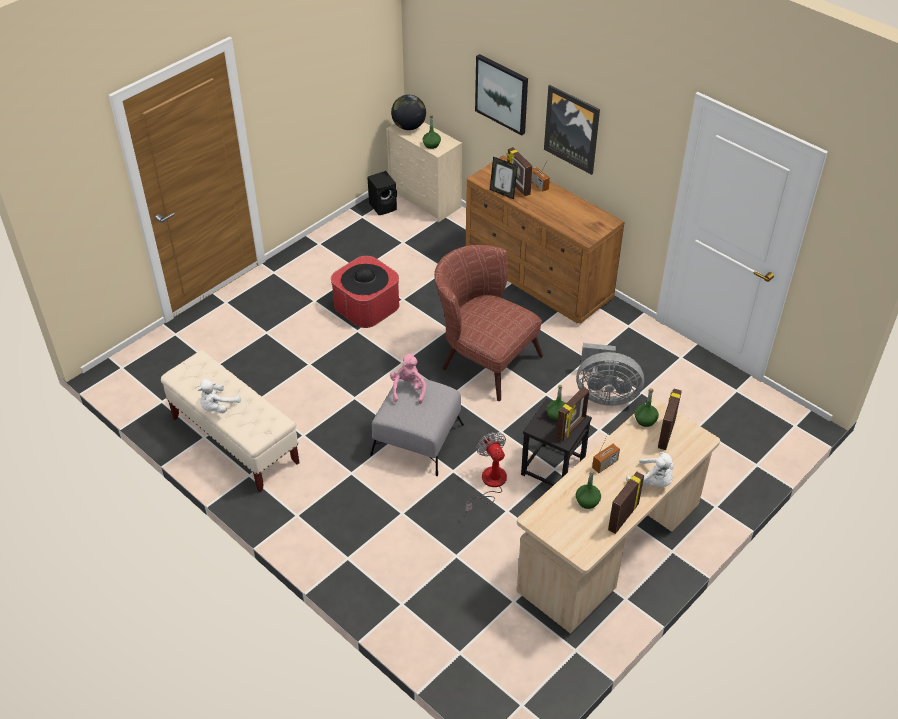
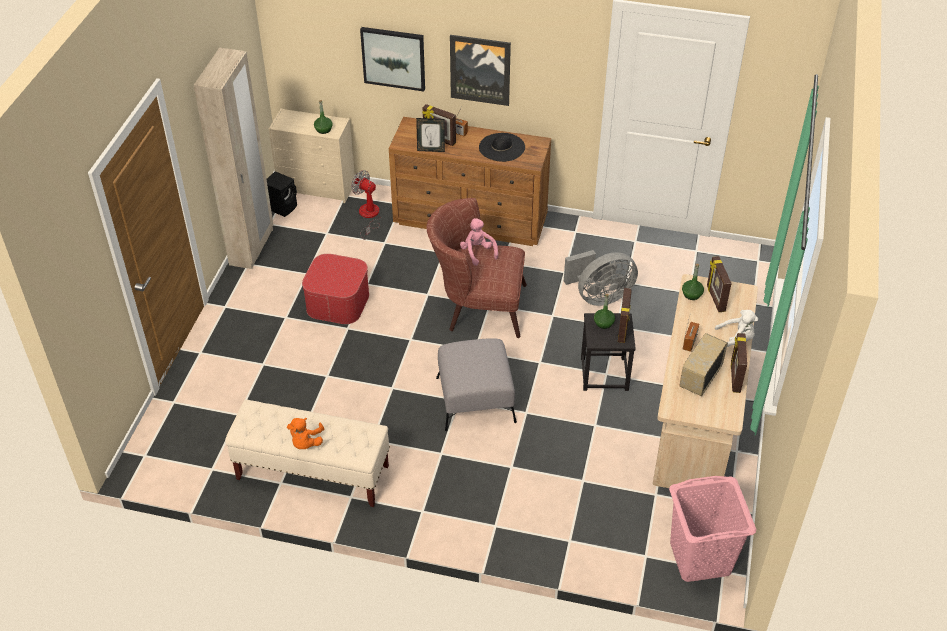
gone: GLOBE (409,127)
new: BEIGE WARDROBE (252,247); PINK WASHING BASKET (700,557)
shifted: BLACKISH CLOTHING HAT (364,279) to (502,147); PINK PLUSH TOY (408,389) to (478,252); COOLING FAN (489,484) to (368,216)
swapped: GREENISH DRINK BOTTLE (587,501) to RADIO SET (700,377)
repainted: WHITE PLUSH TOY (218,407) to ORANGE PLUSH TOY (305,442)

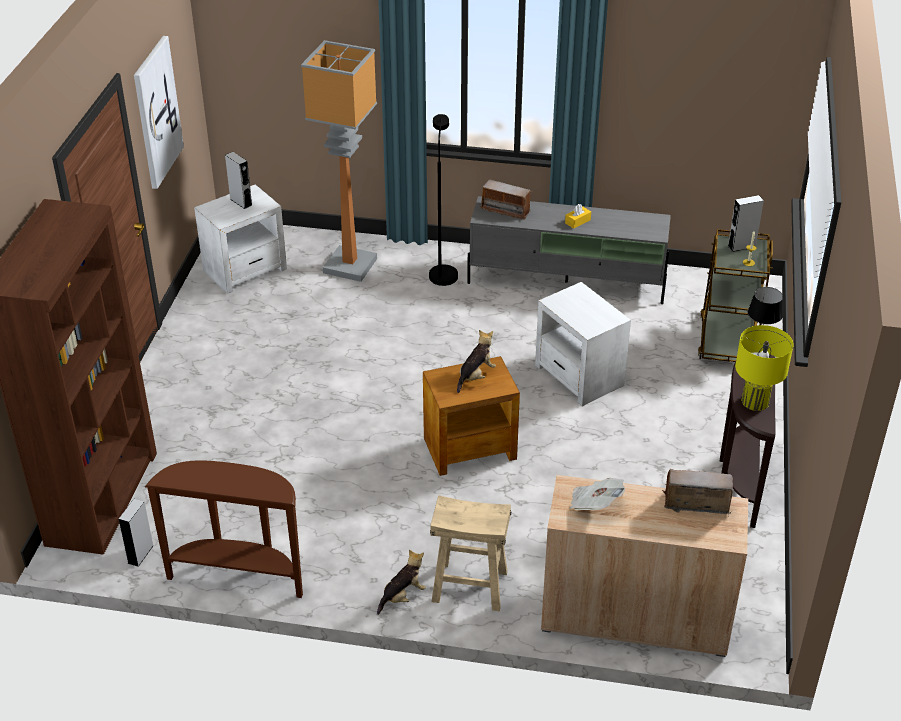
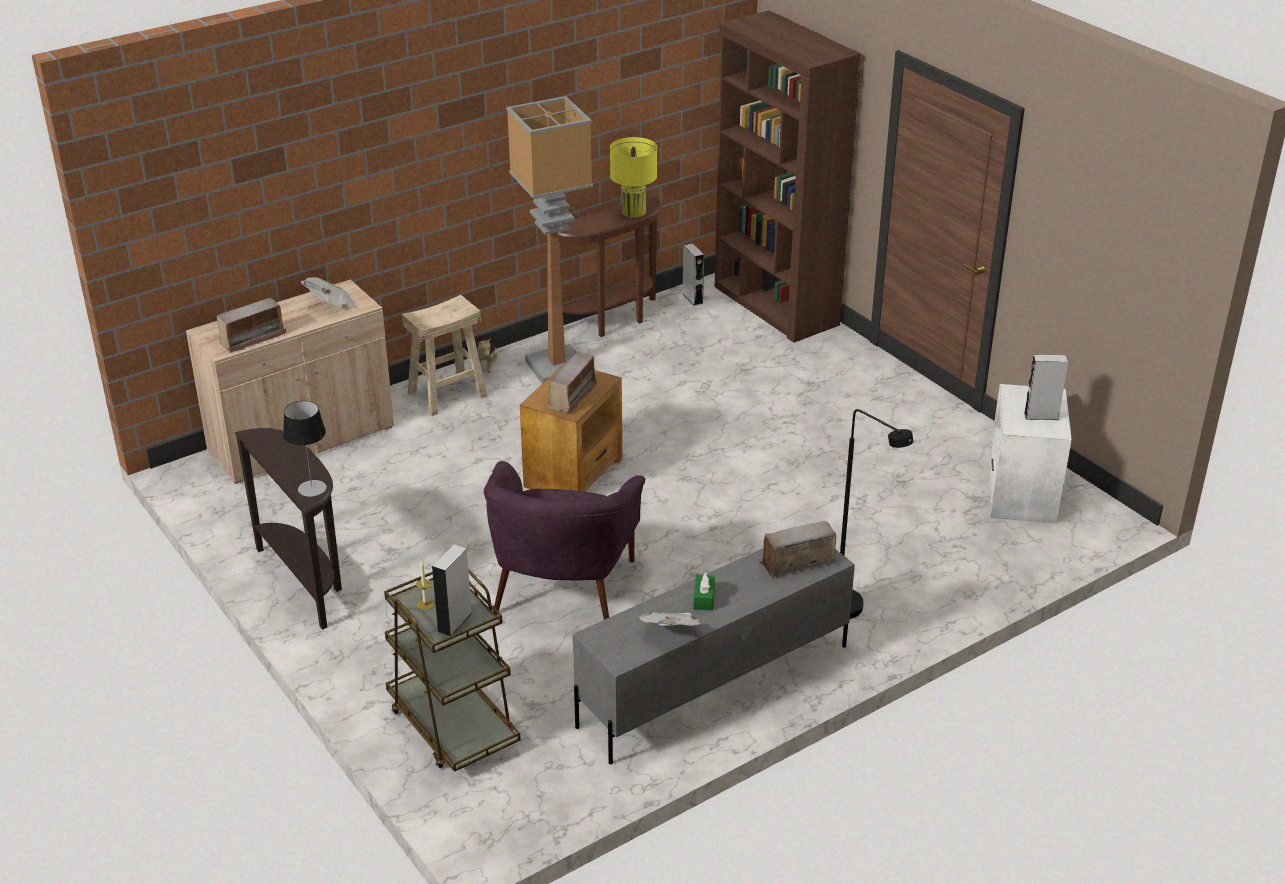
gone: PICTURE (156,112)
new: DAILY PAPER (671,631)
shifted: STANDARD LAMP (349,265) to (558,368); YELLOWISH TABLETOP LAMP (755,401) to (633,211)
swapped: PLUSH TOY (475,376) to RADIO SET (573,396); WHITE SIDE TABLE (579,376) to PURPLE LOUNGE CHAIR (562,587)
repainted: YELLOWISH TISSUE HOLDER (577,221) to GREENISH TISSUE HOLDER (704,598)

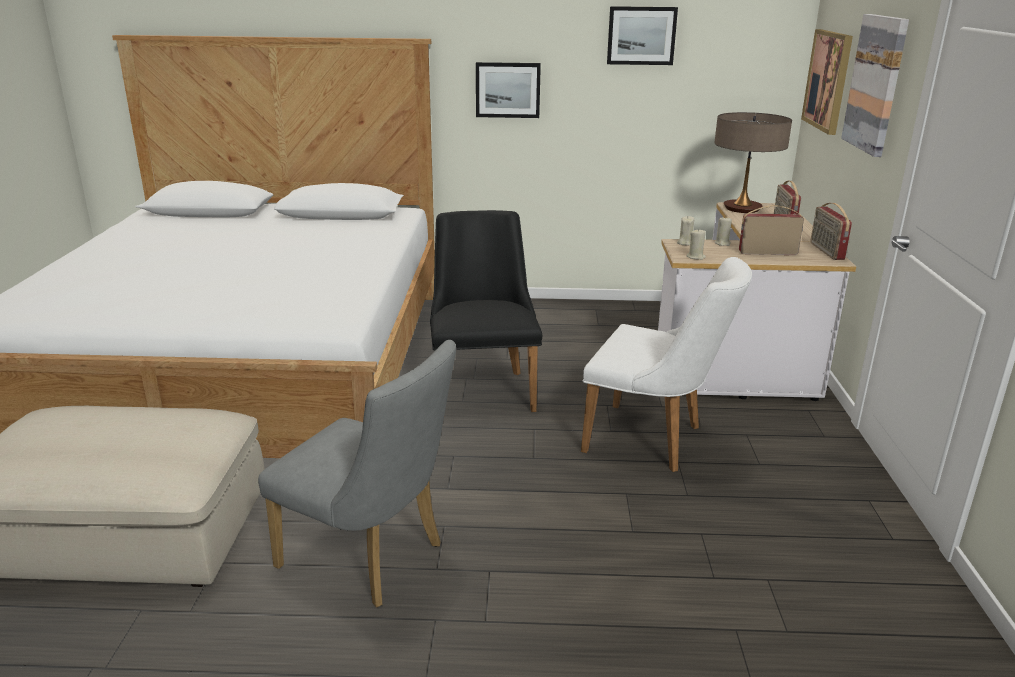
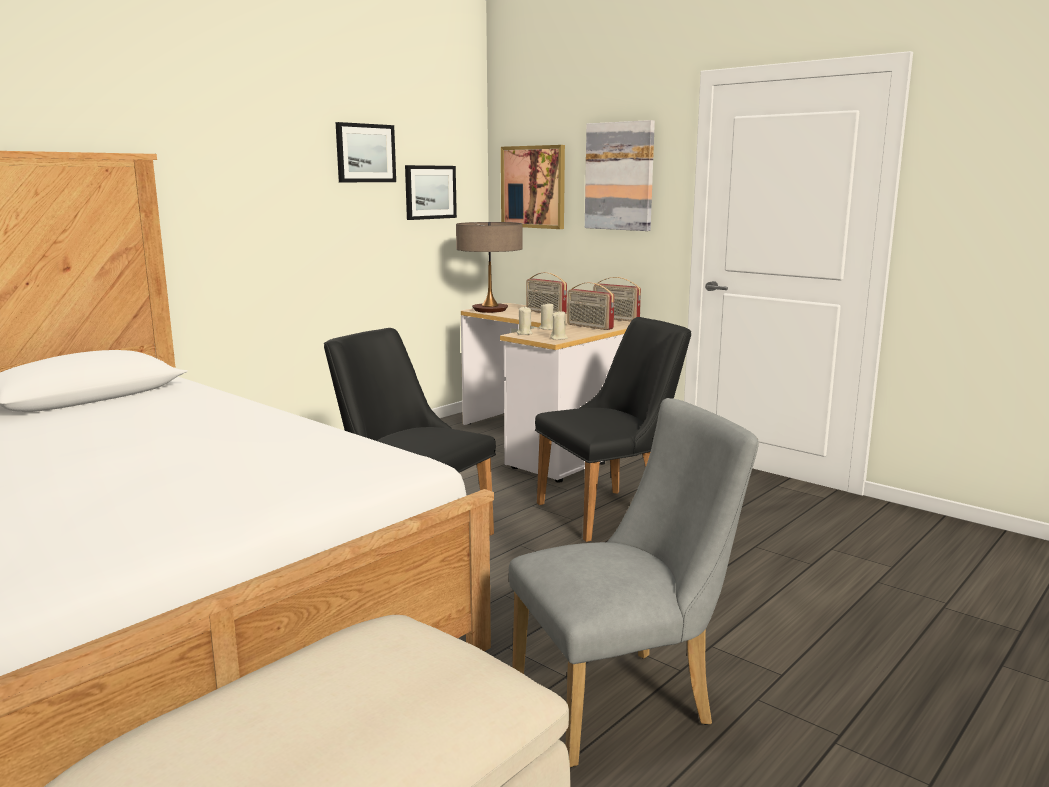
shifted: PICTURE (508,90) to (430,192)
repainted: WHITE UPRIGHT CHAIR (654,440) to BLACKISH UPRIGHT CHAIR (612,511)
rotated: RADIO SET (767,252) = (589,327) 90 degrees counterclockwise

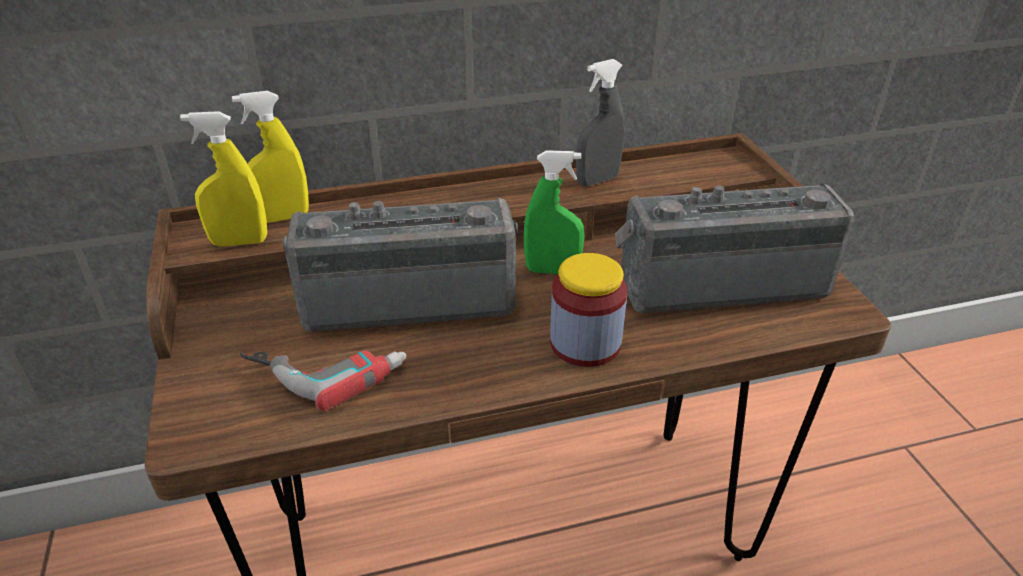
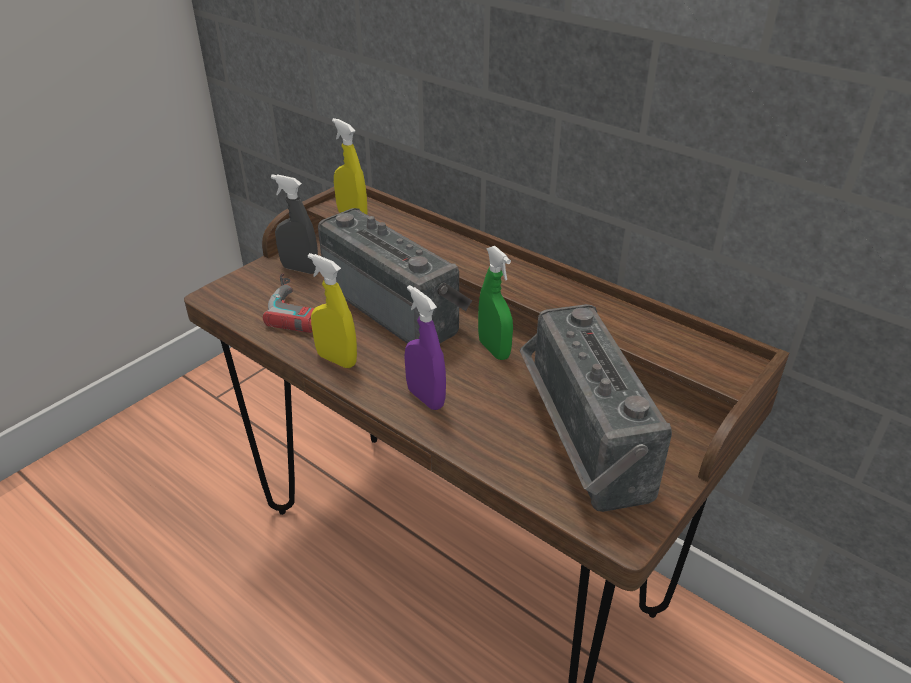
shifted: YELLOWISH SPRAYER (282,217) to (336,360); GREY SPRAYER (597,180) to (300,269)
swapped: PRESERVE JAR (585,343) to PURPLE SPRAYER (425,398)
rotated: RADIO SET (719,282) = (578,439) 150 degrees counterclockwise

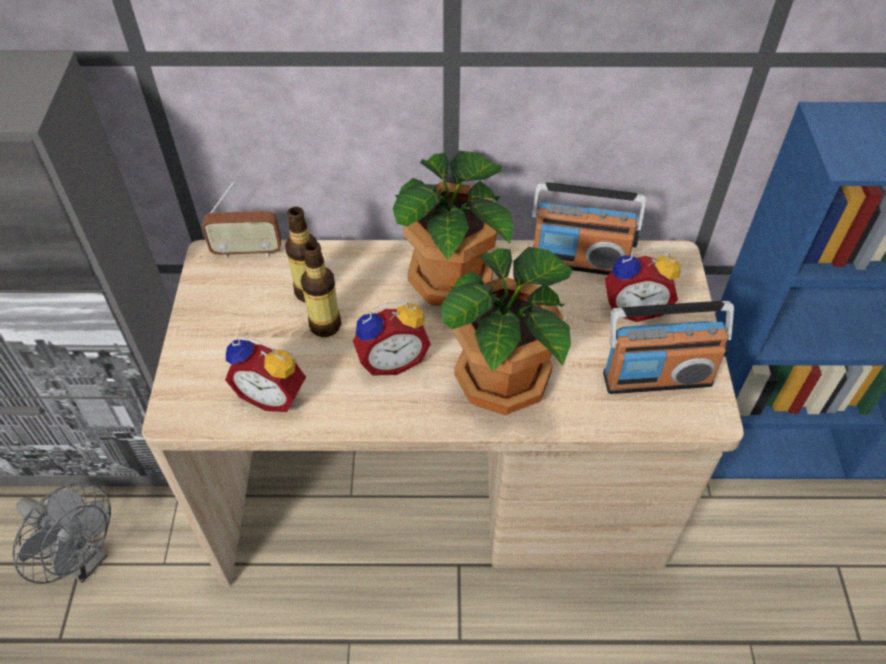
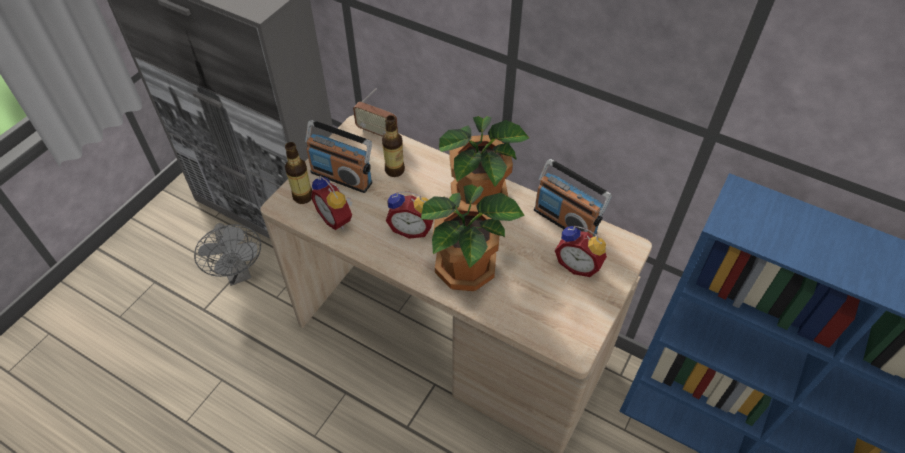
shifted: DRINK BOTTLE (325,325) to (303,196); RADIO SET (656,377) to (342,177)

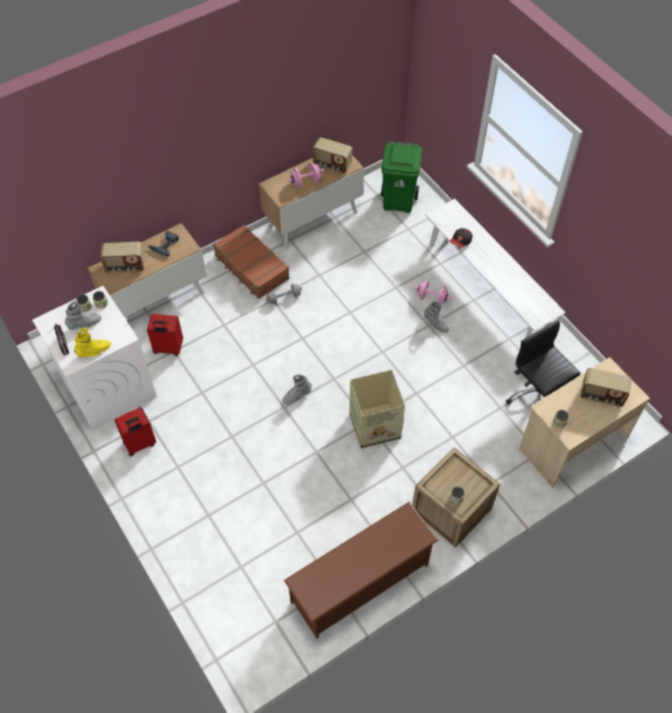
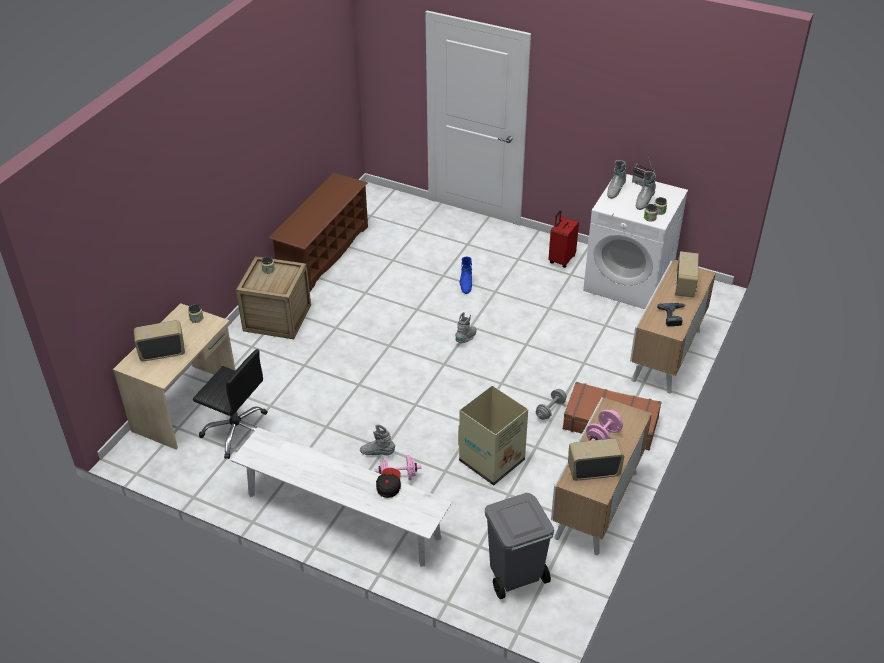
gone: RED-COLOURED PIECE OF LUGGAGE (168,348)
new: BLUISH TALL BOOT (465,284)
shifted: PACKING BOX (373,426) to (492,460)
repainted: YELLOWISH TALL BOOT (94,351) to GREY TALL BOOT (615,190); GREENISH RUBBISH BIN (399,202) to GREY RUBBISH BIN (515,576)
rotated: RADIO SET (125,266) = (685,286) 135 degrees clockwise

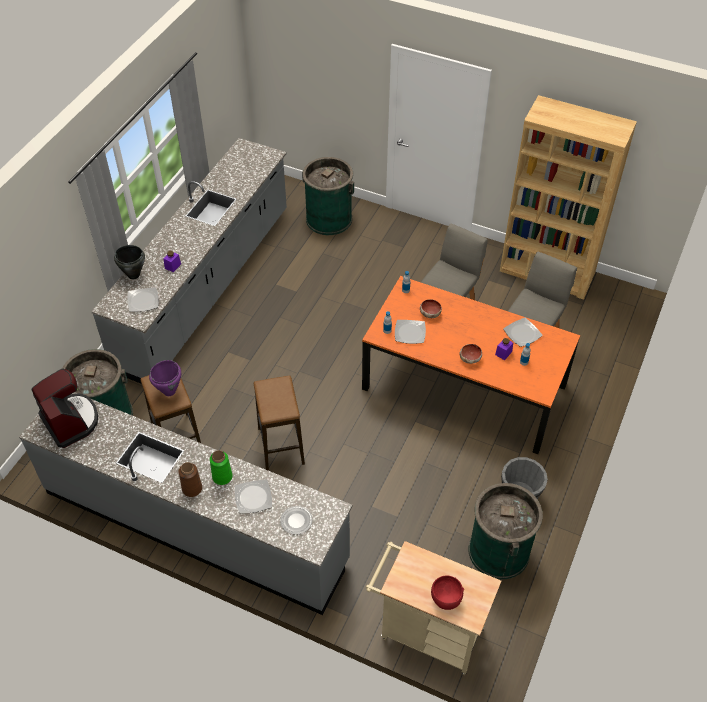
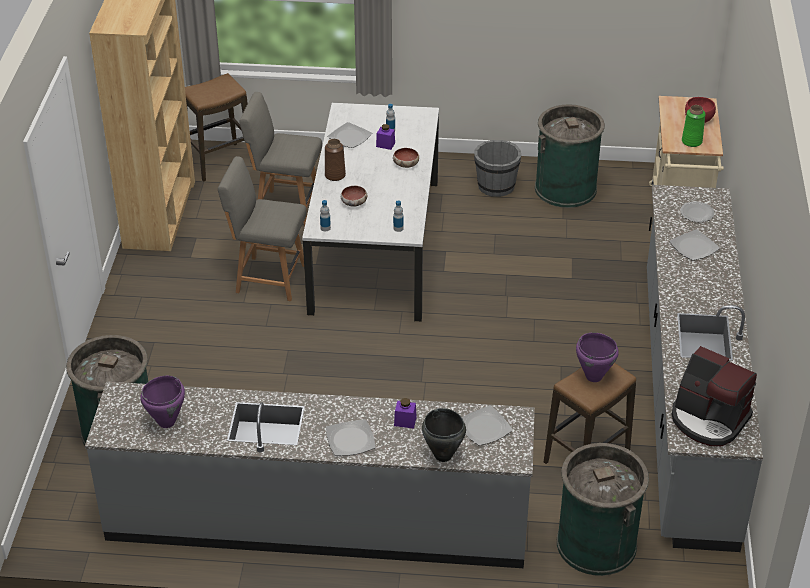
new: PURPLE STOCKPOT (167,422)
shifted: BROWN-COLOURED VASE (192,488) to (335,175); GREENISH VASE (222,477) to (692,141); SITTING STOOL (281,446) to (219,162); PLATE (410,332) to (350,439)
repainted: ORANGE KITCHEN TABLE (465,387) to WHITE KITCHEN TABLE (375,244)
rotated: COFFEE MAKER (71,421) = (708,419) 90 degrees counterclockwise

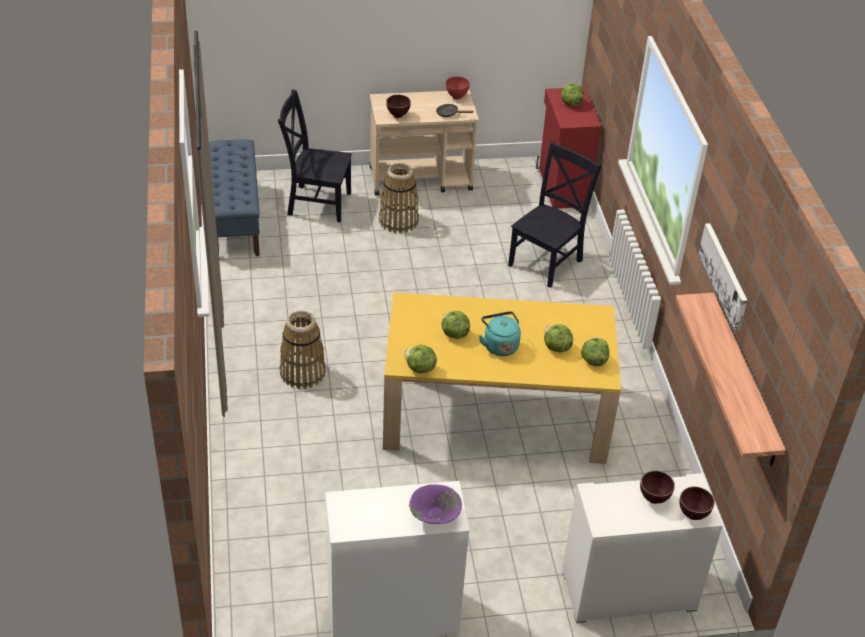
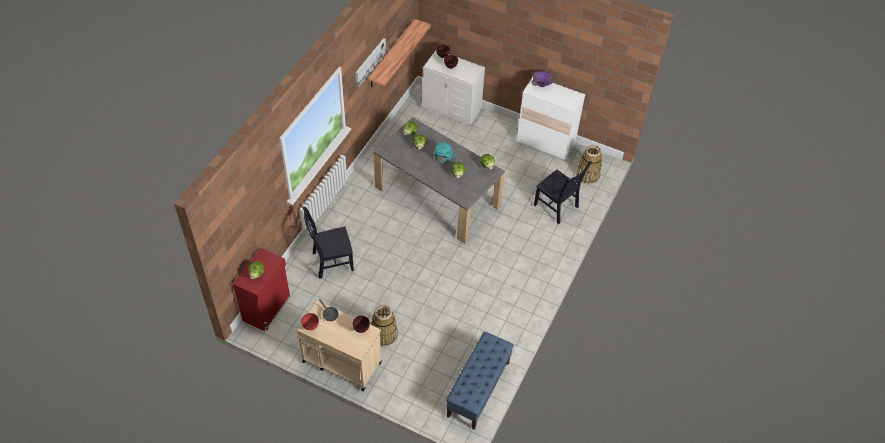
shifted: BLACKISH UPRIGHT CHAIR (316,203) to (557,207); STORAGE BASKET (302,372) to (587,175)
repainted: YELLOWISH KITCHEN TABLE (495,414) to GREY KITCHEN TABLE (437,196)

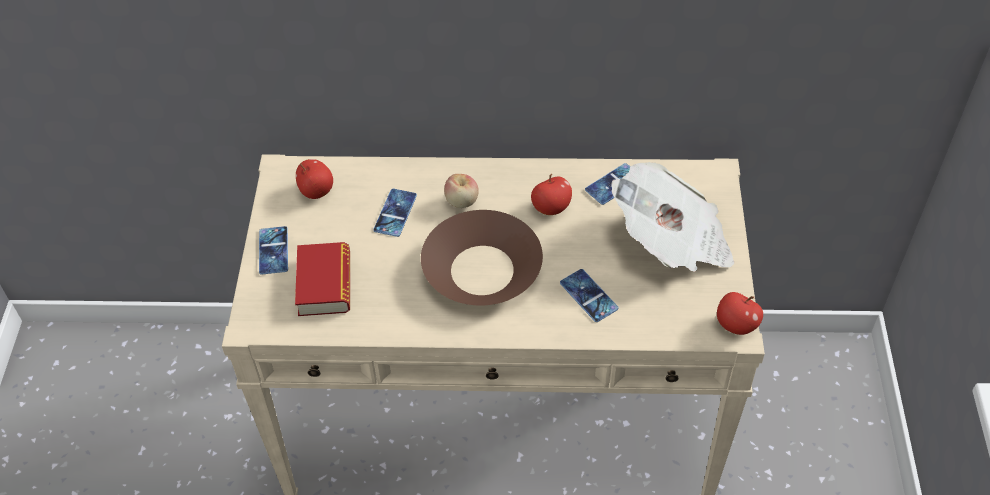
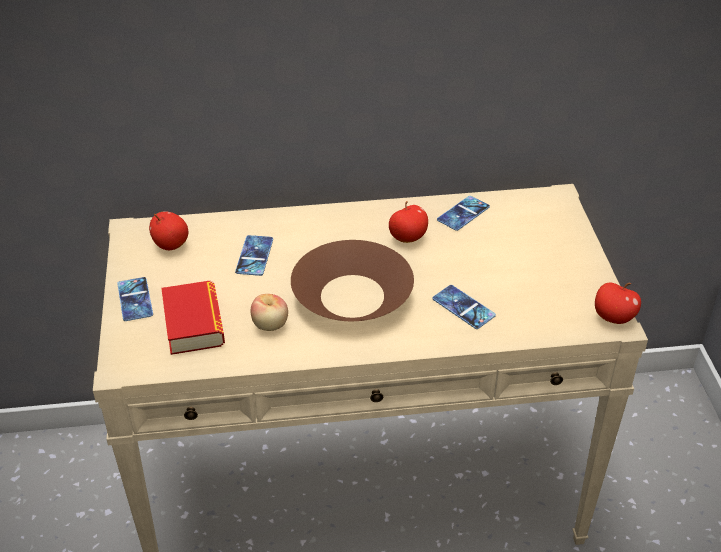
gone: DAILY PAPER (672,242)
shifted: APPLE FRUIT (462,201) to (270,325)

